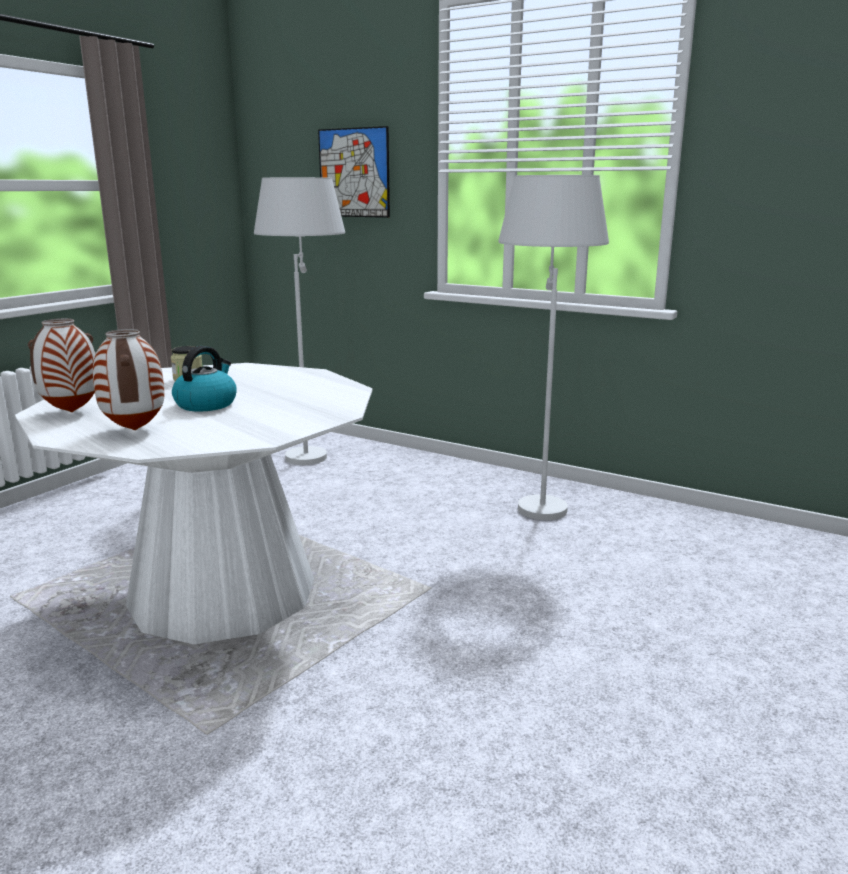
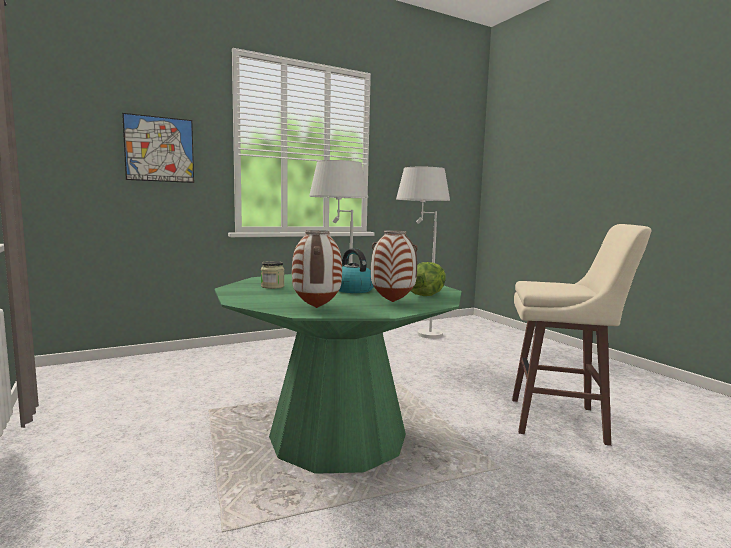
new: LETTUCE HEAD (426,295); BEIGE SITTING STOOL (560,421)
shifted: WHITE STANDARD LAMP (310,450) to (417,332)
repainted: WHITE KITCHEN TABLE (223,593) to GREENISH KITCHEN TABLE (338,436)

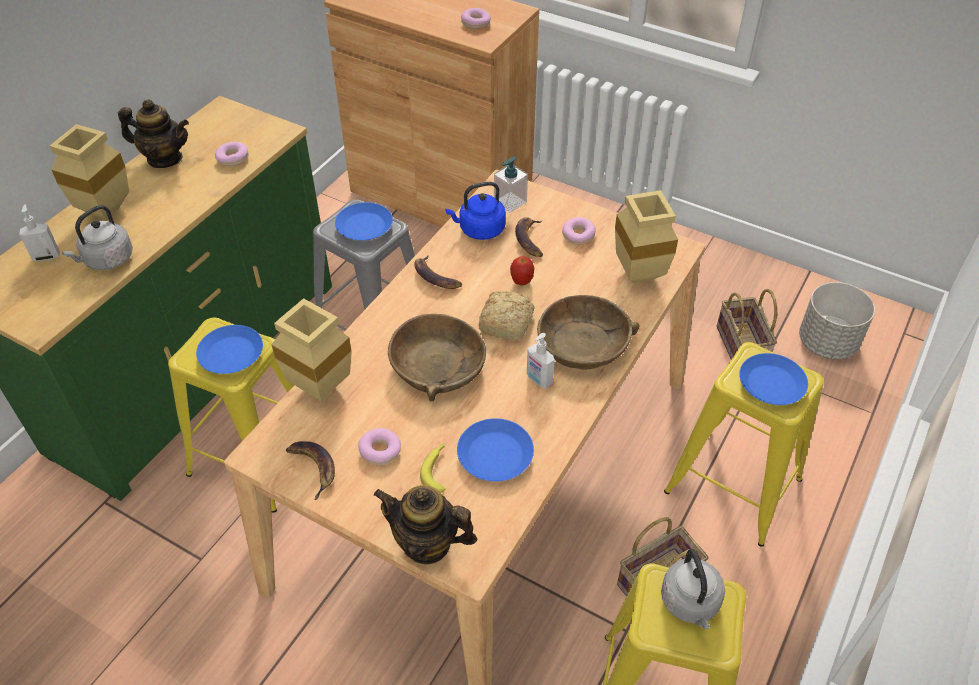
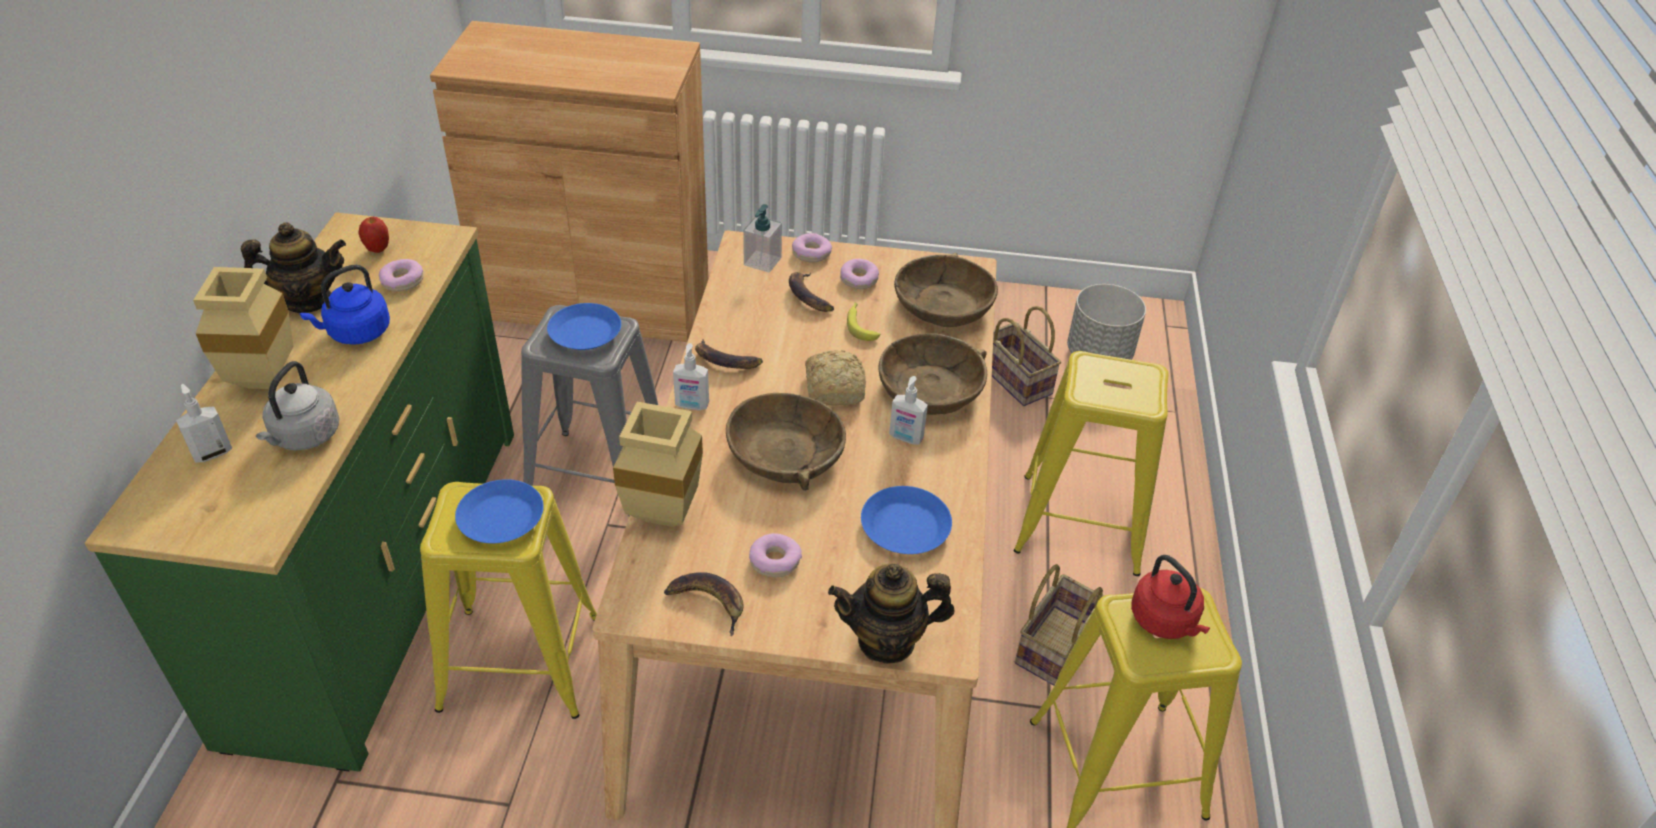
gone: BLUISH PLATE (771,385)
new: SOAP DISPENSER (692,405)
shifted: WHOLE BANANA (437,469) to (860,325); BLUISH KETTLE (479,230) to (356,333); DOUGHNUT (475,23) to (811,253); APPLE FRUIT (521,282) to (378,249)
swapped: BEIGE VASE (636,274) to BROWN-COLOURED DEEP DISH (943,304)
repainted: GREY KETTLE (690,604) to RED-COLOURED KETTLE (1165,621)

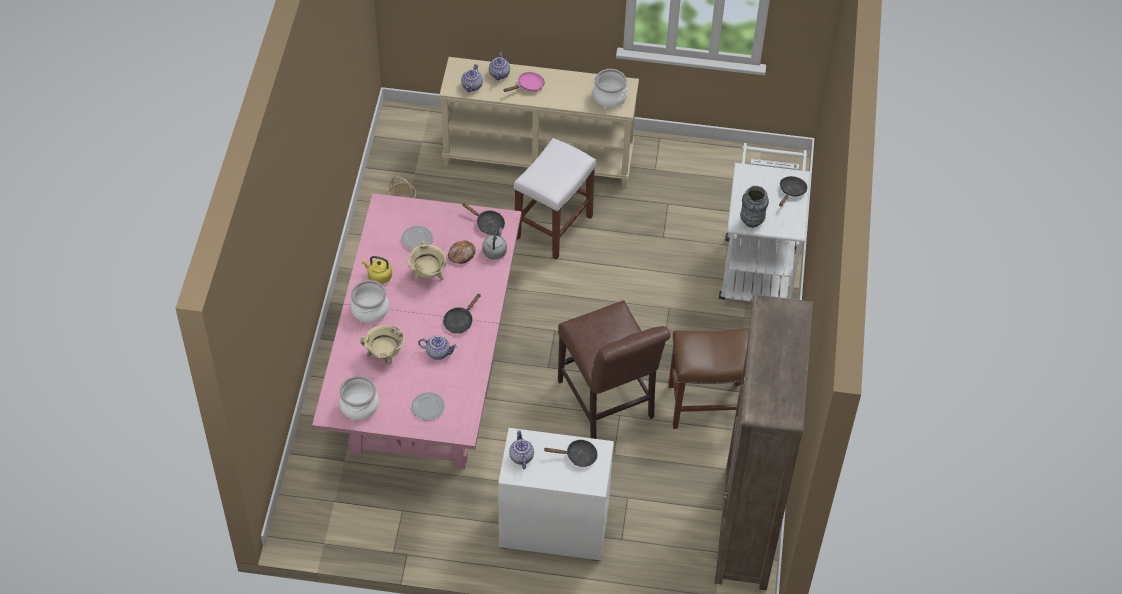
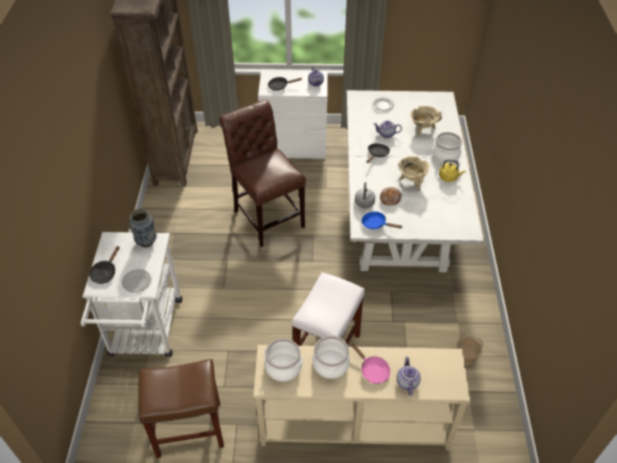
gone: TEAPOT (472,86)
shifted: STOCKPOT (359,406) to (330,364); PLATE (417,239) to (137,282); BROWN-COLOURED SITTING STOOL (707,404) to (188,429)
repainted: PINK KITCHEN TABLE (425,379) to WHITE KITCHEN TABLE (398,218); BLACKISH PAN (487,224) to BLUISH PAN (376,224)
rotated: PINK PAN (528,86) = (372,370) 90 degrees counterclockwise

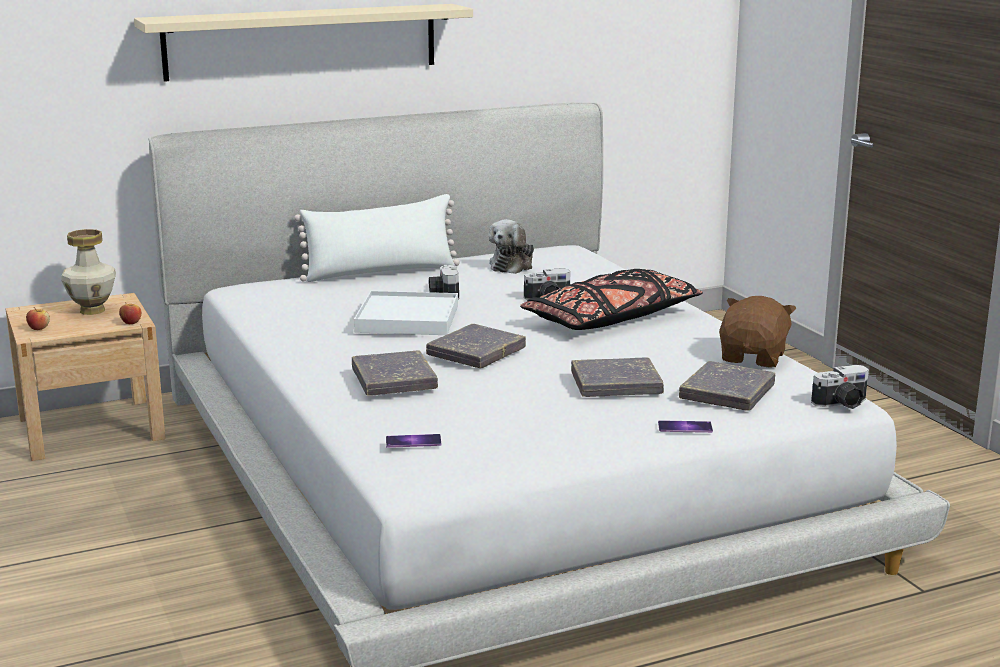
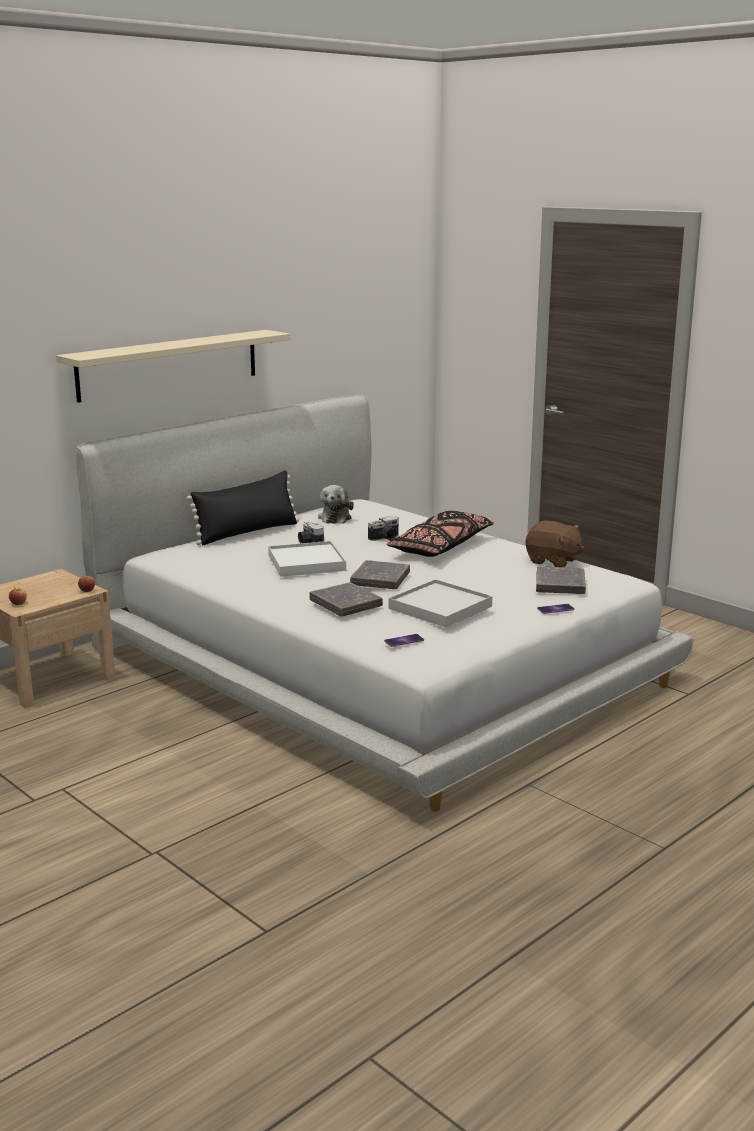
gone: VASE (93,310); GREY BOUND BOOK (616,384); STILL CAMERA (842,404)
new: WHITE TRAY (440,608)
repainted: WHITE PILLOW (380,272) to BLACKISH PILLOW (247,532)
rotated: BROWN-COLOURED PLUSH TOY (754,358) = (553,561) 120 degrees clockwise

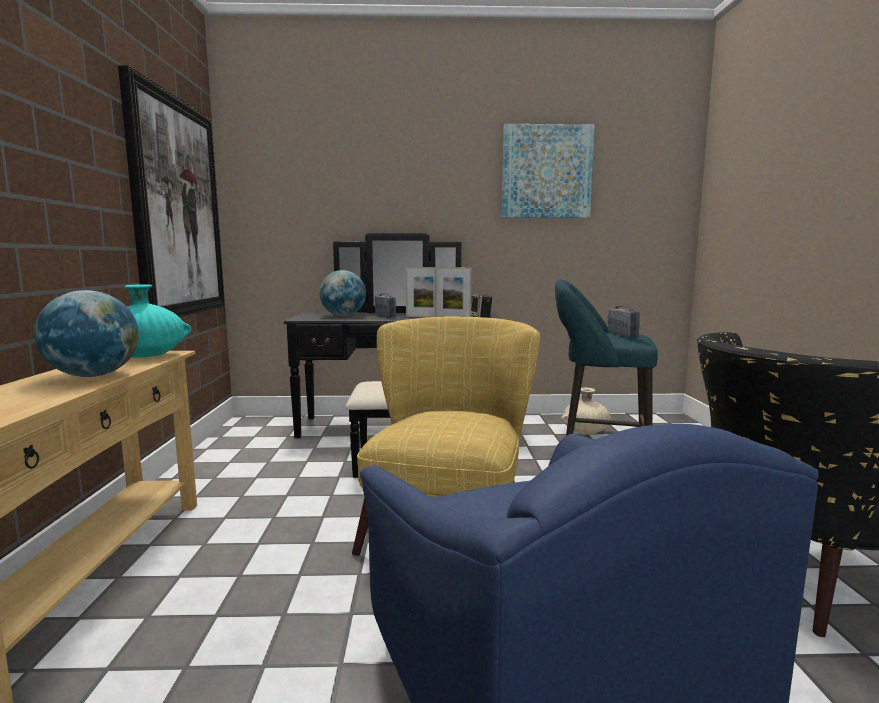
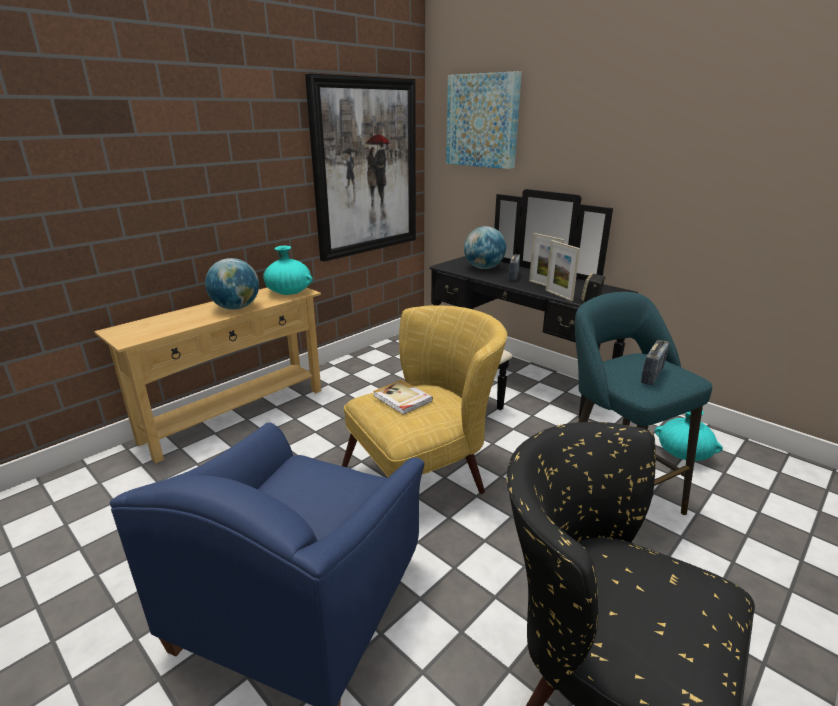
new: BOUND BOOK (402,399)
shifted: PICTURE (546,172) to (482,121)
repainted: BEIGE VASE (585,432) to TURQUOISE VASE (683,454)

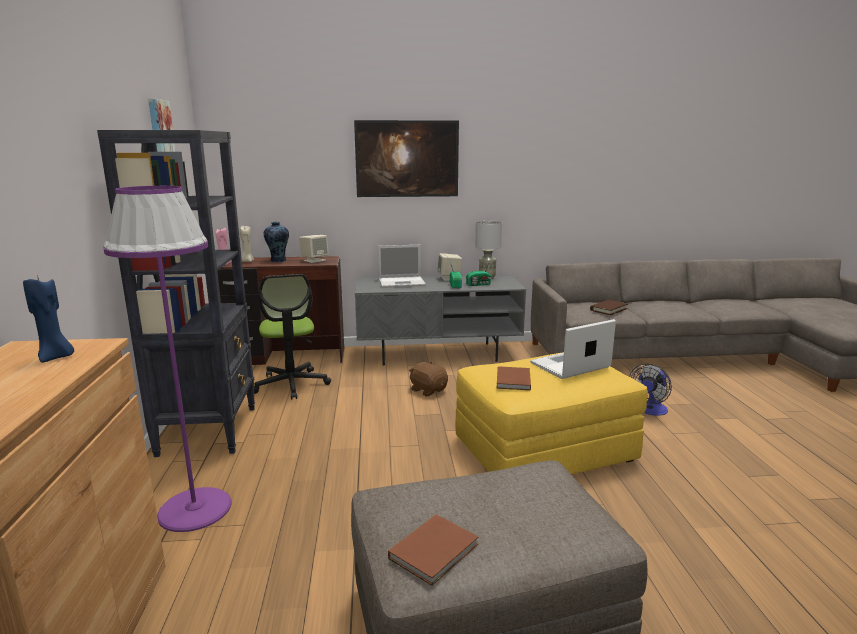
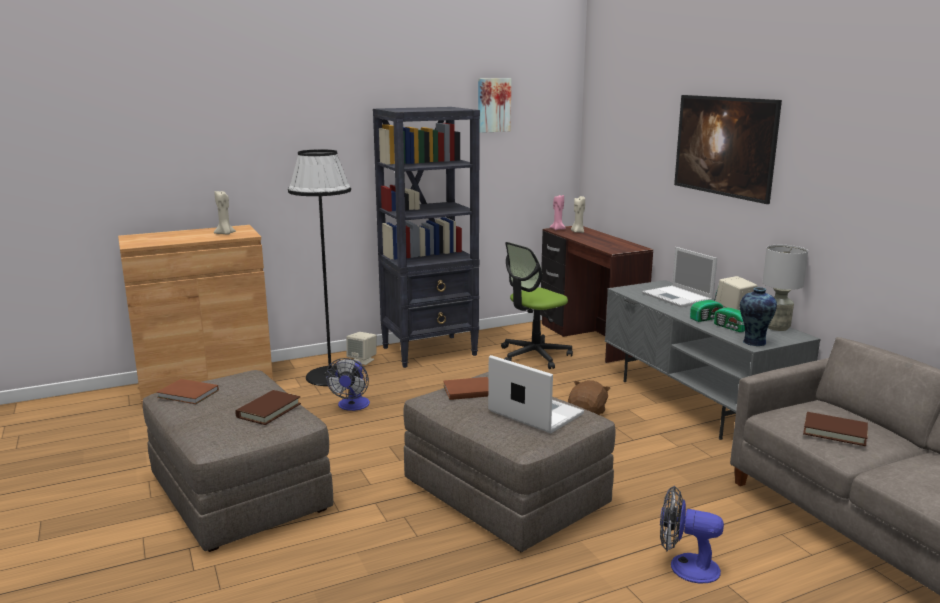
new: BROWN-COLOURED BOUND BOOK (269,410); COOLING FAN (352,406)
shifted: VASE (278,260) to (753,342); BEIGE LOUDSPEAKER (314,260) to (362,360)
repainted: BLUISH WAX CANDLE (55,357) to BEIGE WAX CANDLE (225,234); PURPLE STANDARD LAMP (194,509) to BLACKISH STANDARD LAMP (330,376); YELLOWISH FOOTREST (543,450) to GREY FOOTREST (504,493)

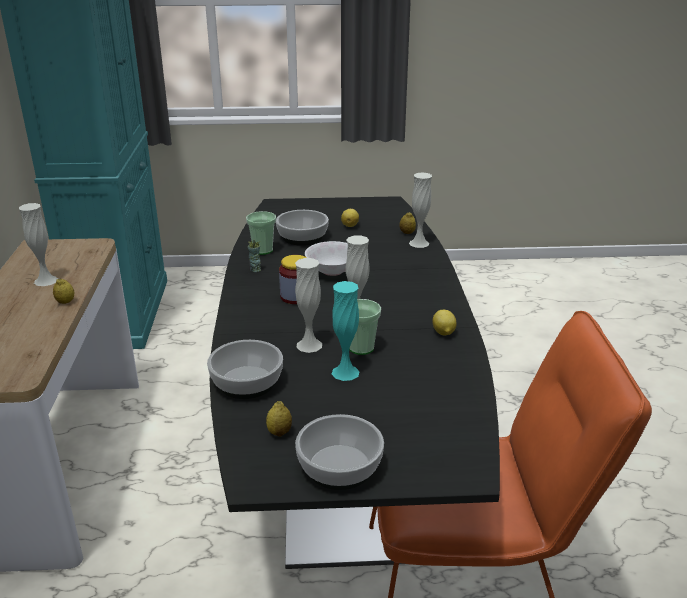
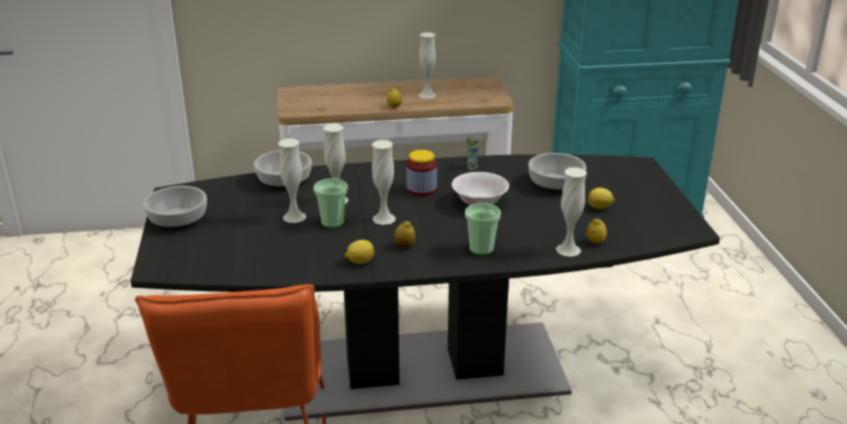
shifted: CUP (263,250) to (481,249); LEMON (279,432) to (405,246)
repainted: TURQUOISE VASE (345,372) to WHITE VASE (294,217)

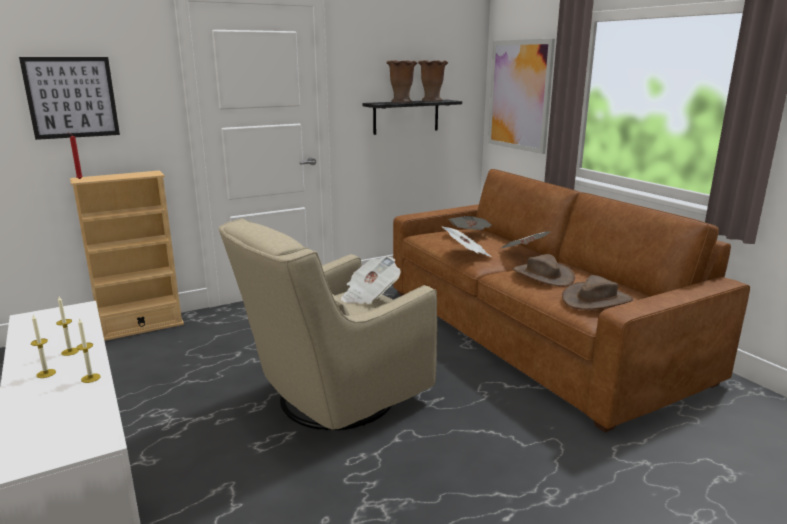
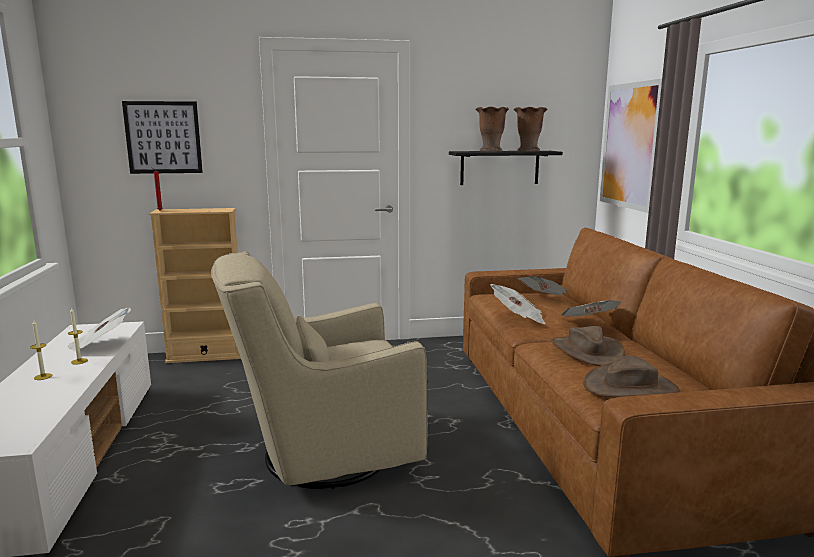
gone: WAX CANDLE (91,378)
shifted: DAILY PAPER (369,295) to (100,345)

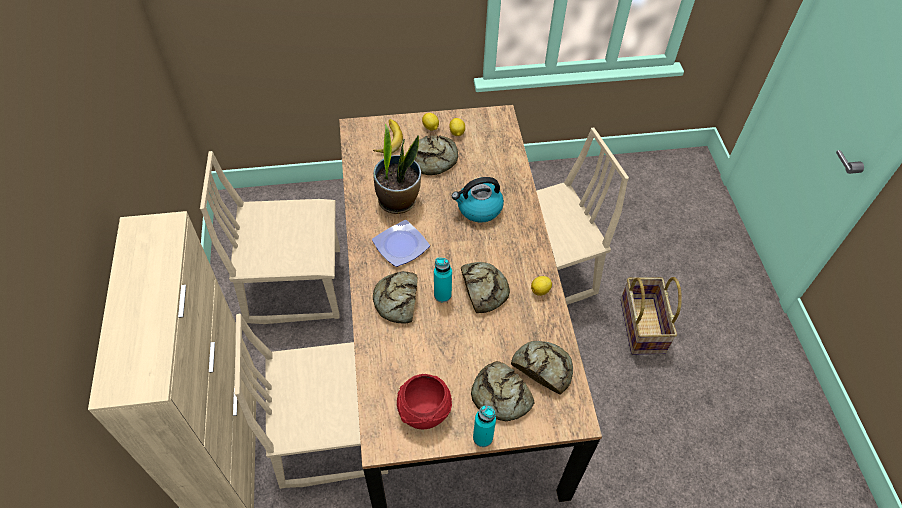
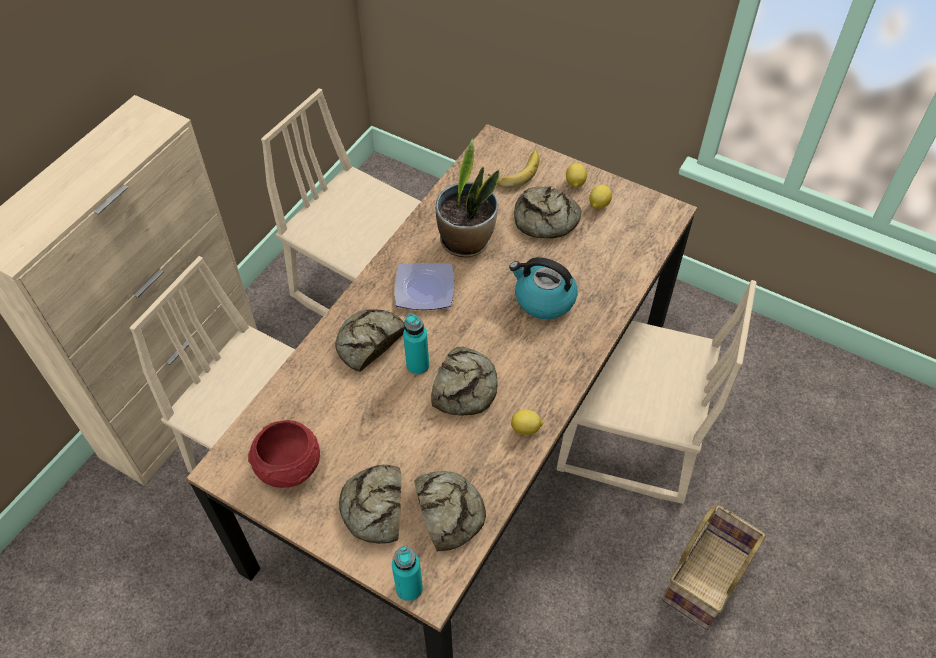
shifted: TURQUOISE DRINK BOTTLE (483,437) to (409,588)

